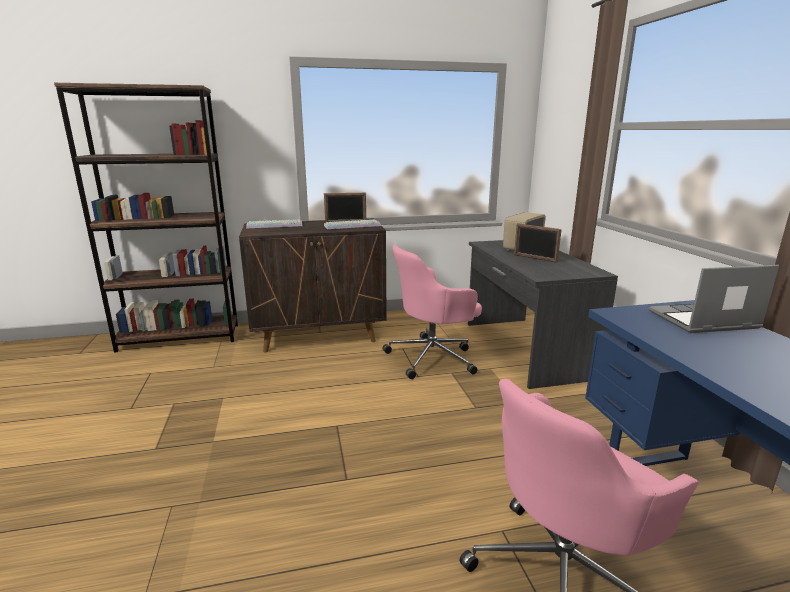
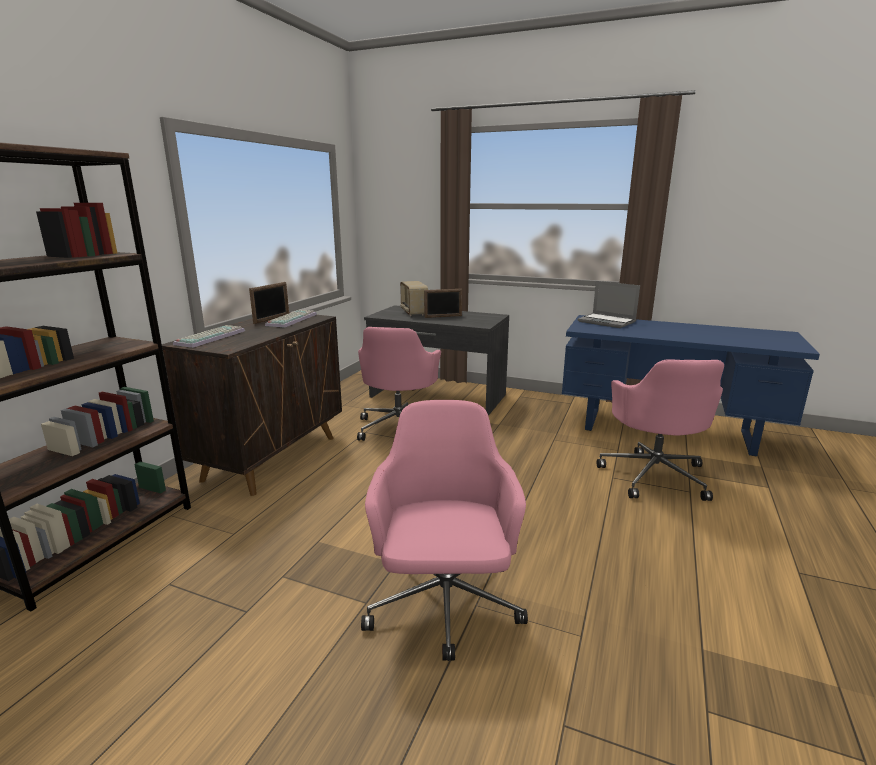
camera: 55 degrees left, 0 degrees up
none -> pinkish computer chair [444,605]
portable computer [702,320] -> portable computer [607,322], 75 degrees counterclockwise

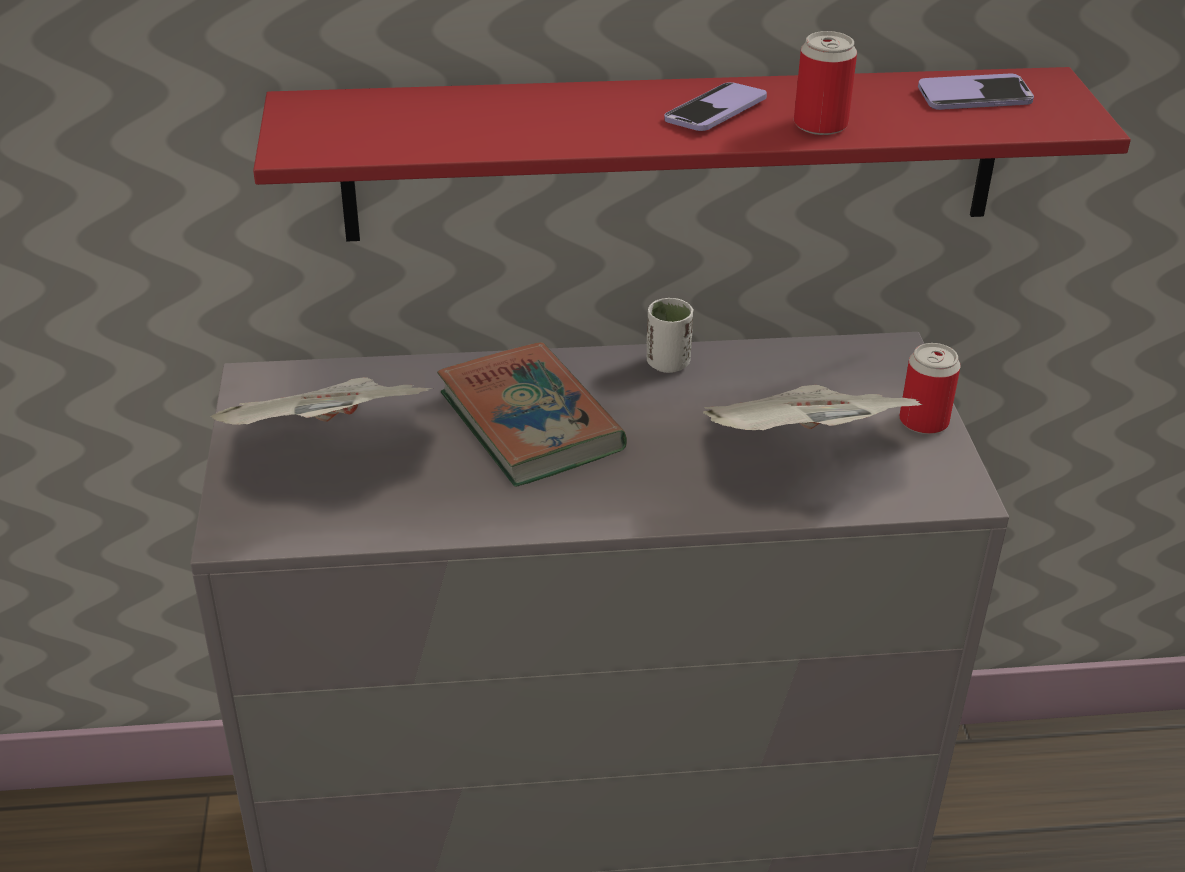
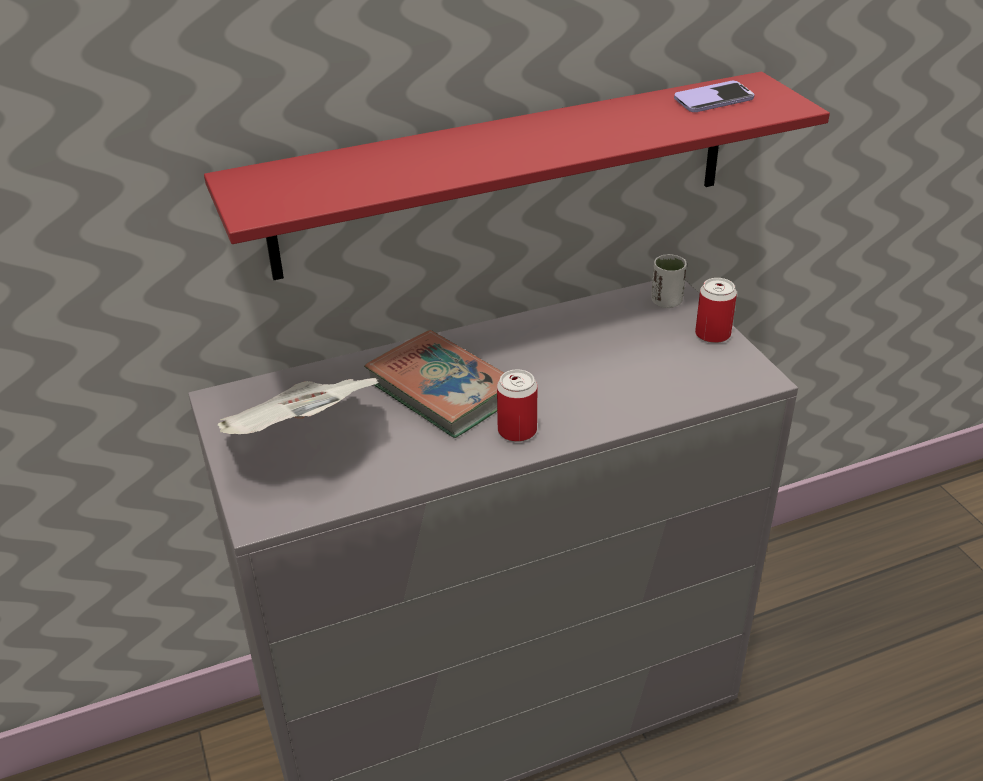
camera: 15 degrees left, 0 degrees up
phone [715,110] -> none
daily paper [802,453] -> none
whitish cup [667,363] -> whitish cup [666,301], relocated
can [820,125] -> can [517,431], relocated

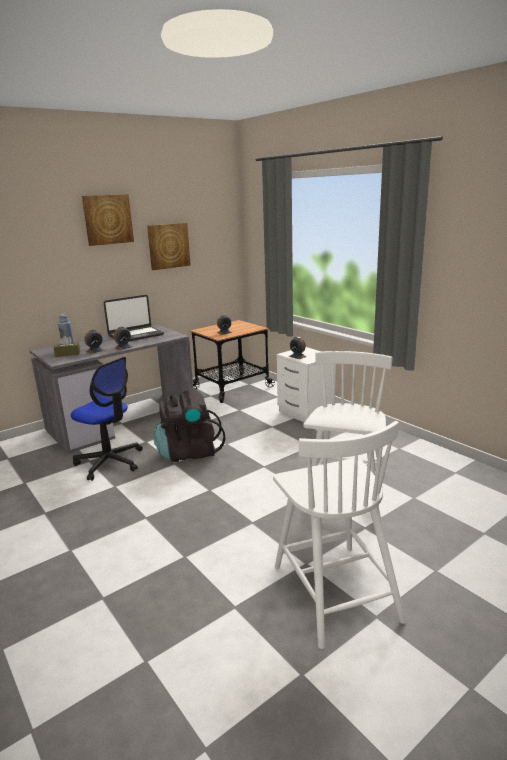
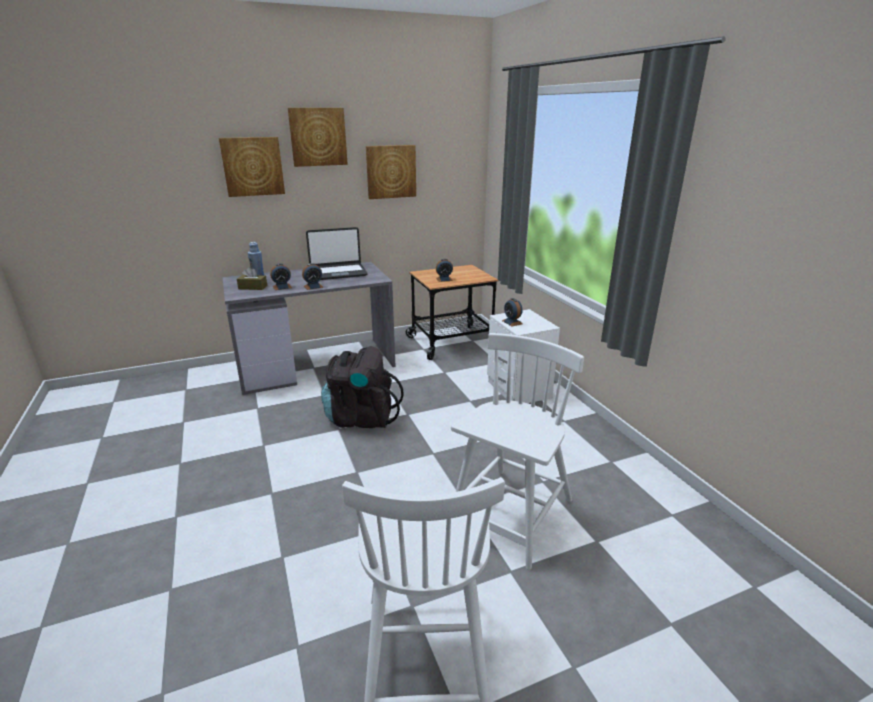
camera: 15 degrees right, 5 degrees up
computer chair [110,462] -> none
none -> wall art [252,166]

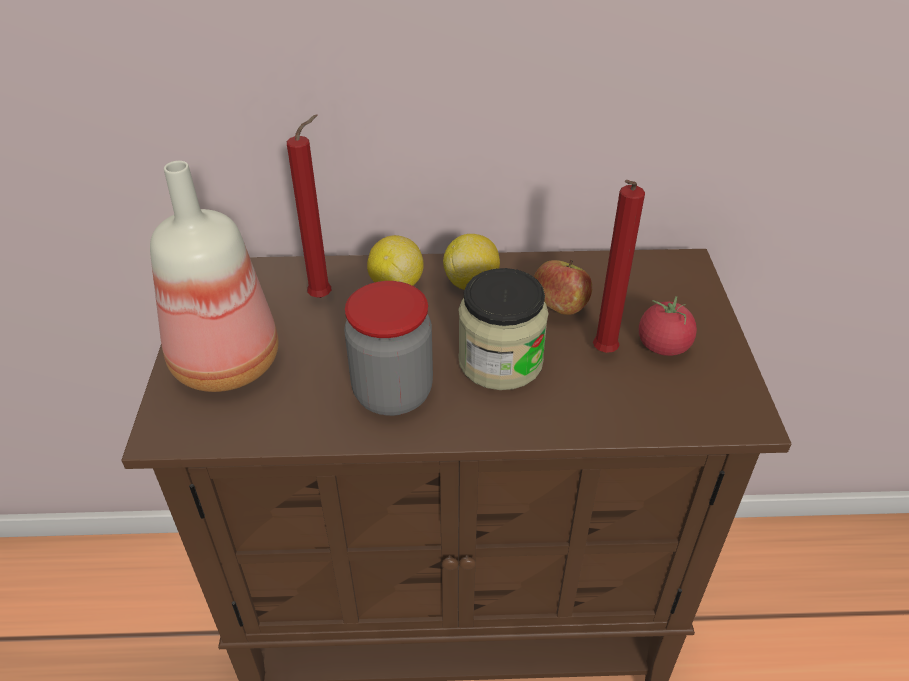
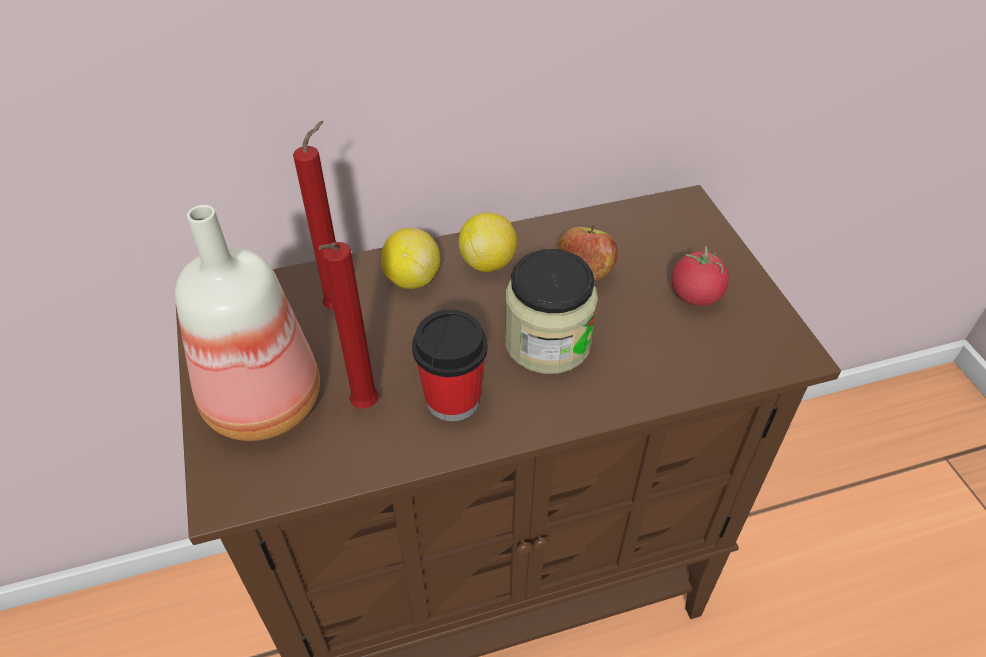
camera: 15 degrees left, 5 degrees up
reddish wax light [602,354] -> reddish wax light [363,408], relocated
jar [393,393] -> cup [453,399]

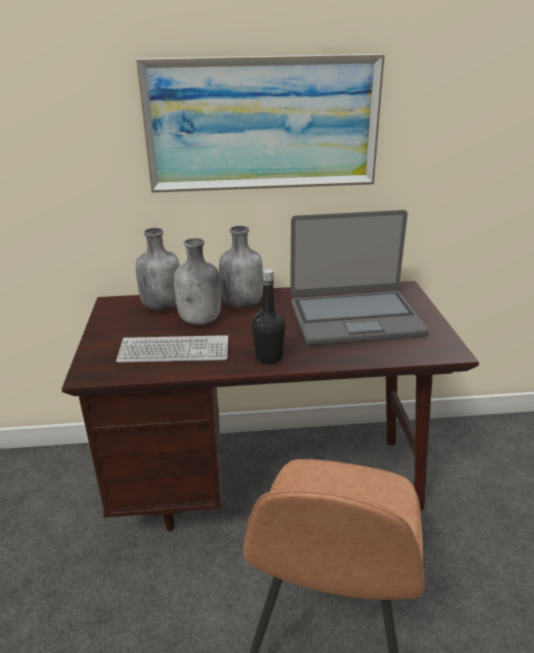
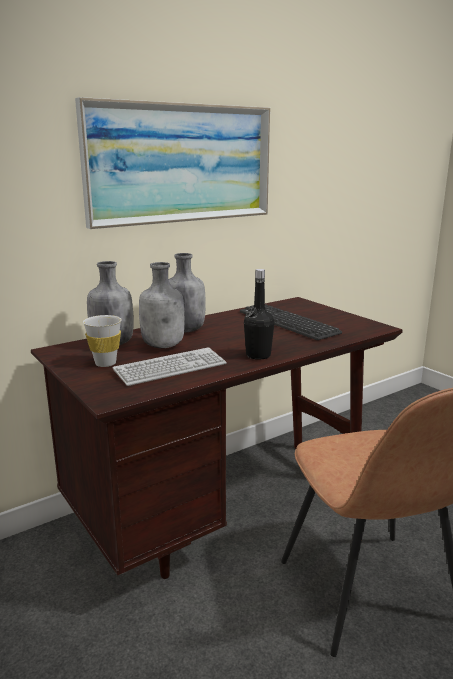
camera: 30 degrees left, 10 degrees down
none -> whitish cup [105,363]
portable computer [354,318] -> computer keyboard [287,322]

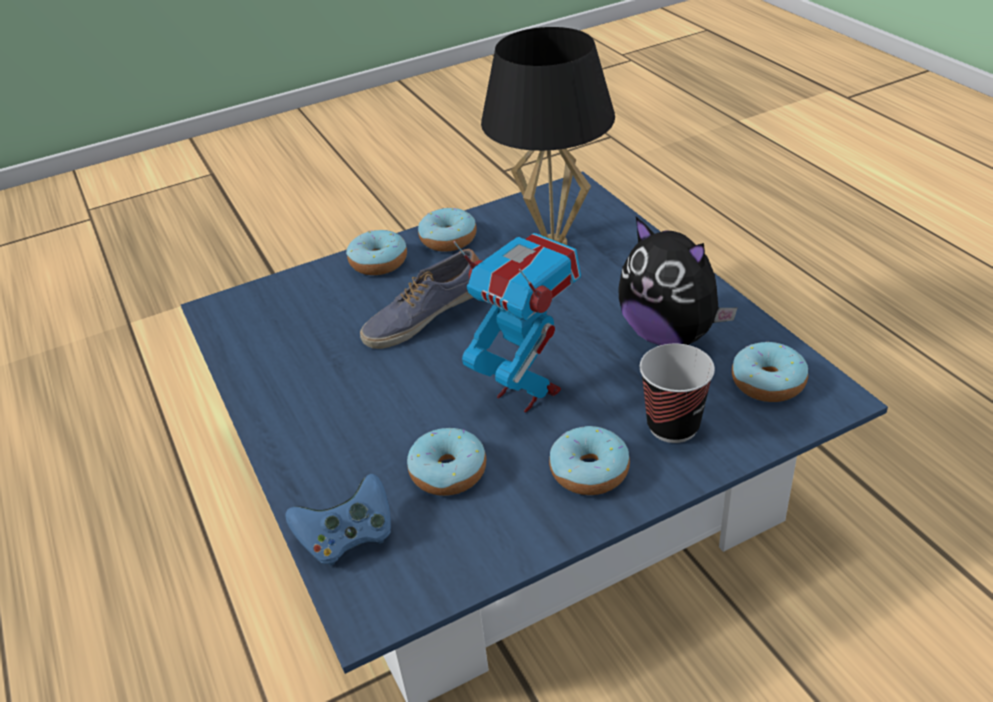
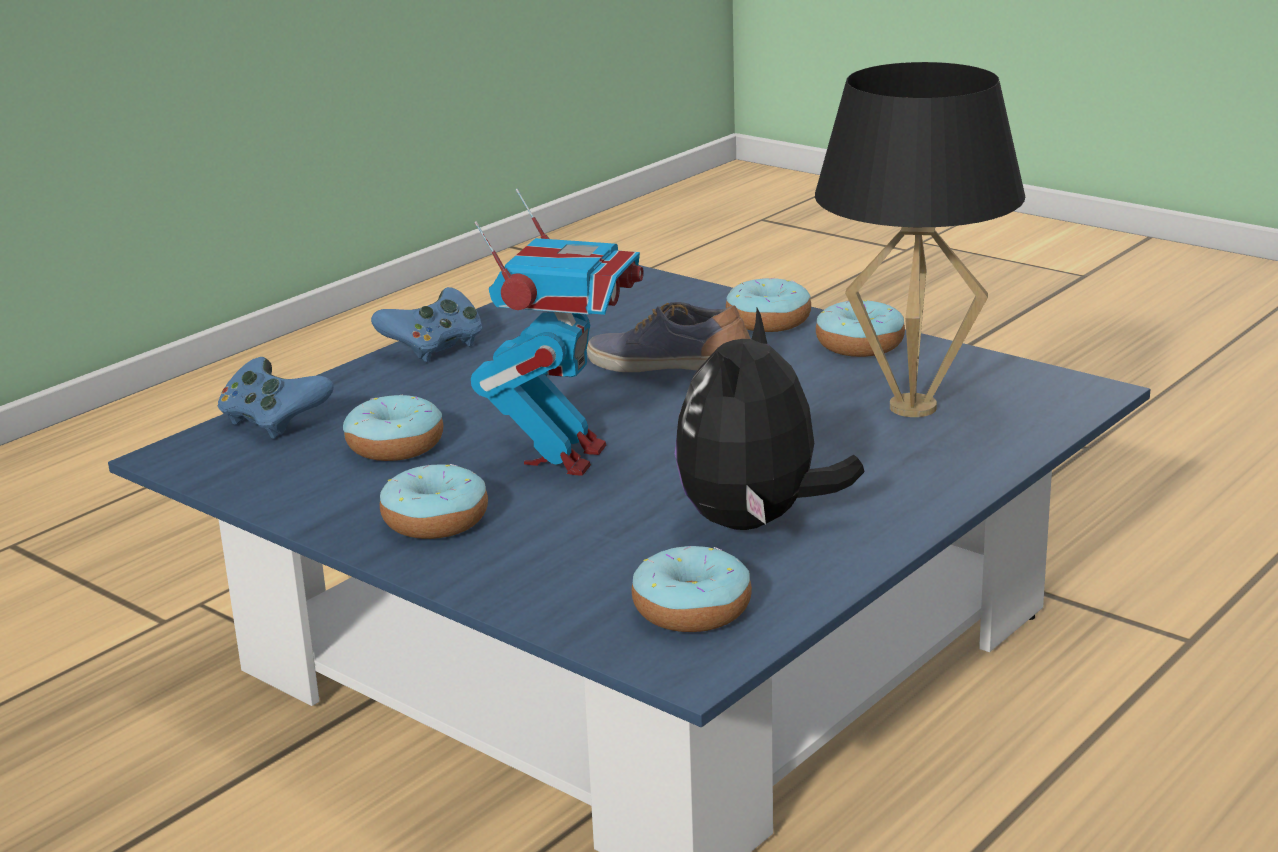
camera: 65 degrees right, 15 degrees down
cup [673,426] -> none
none -> blue joypad [434,348]

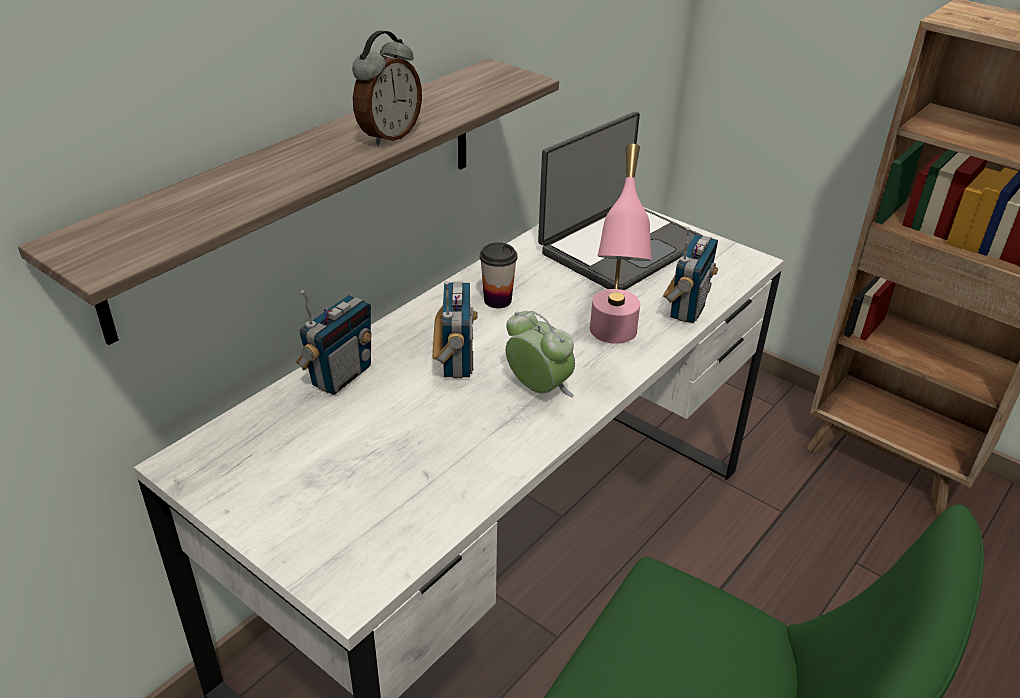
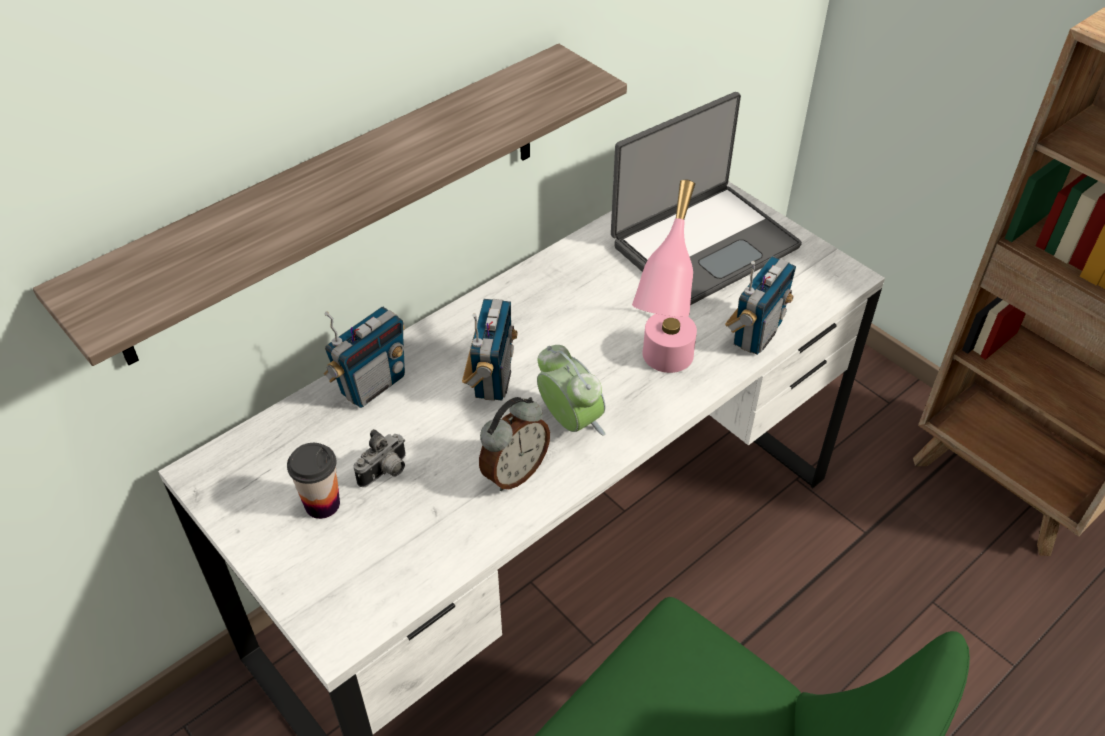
camera: 10 degrees right, 10 degrees up
none -> still camera [386,472]
bedside clock [388,136] -> bedside clock [514,472], relocated
cup [497,300] -> cup [322,504], relocated

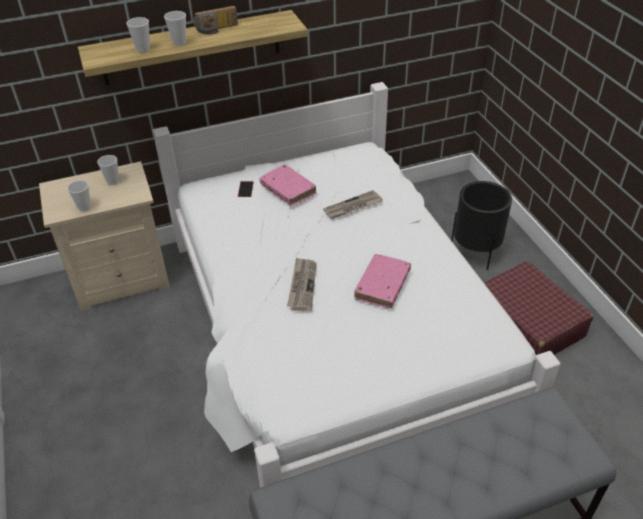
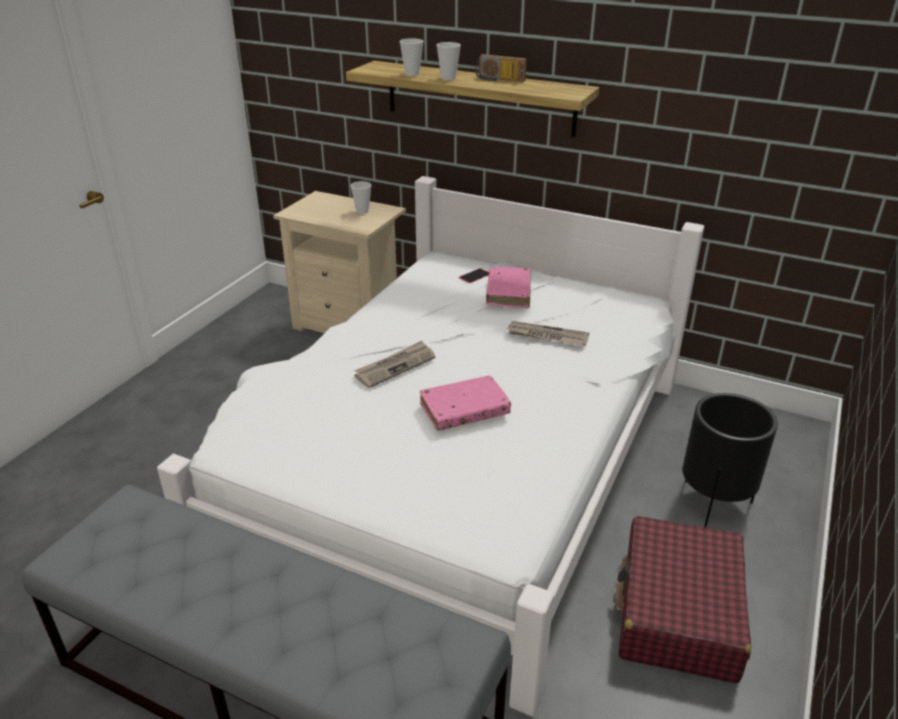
camera: 45 degrees right, 10 degrees down
cup [84,208] -> none

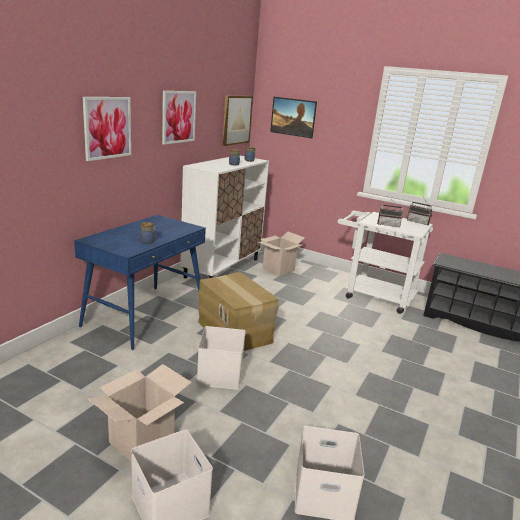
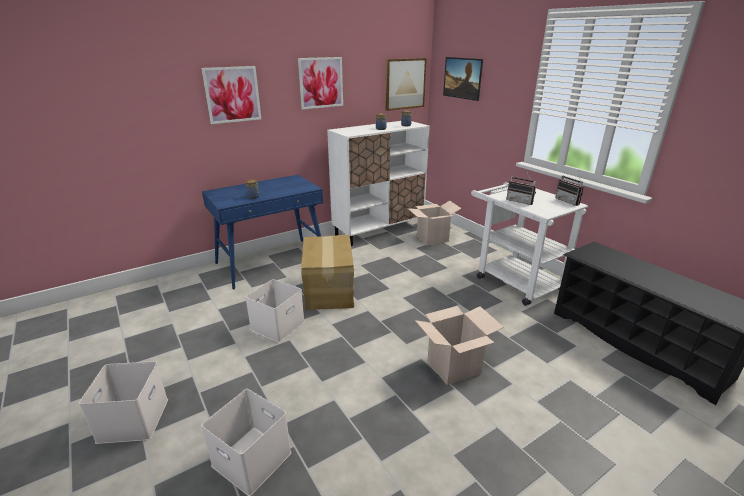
camera: 30 degrees right, 5 degrees up
cardboard box [141,441] -> cardboard box [453,367], relocated

